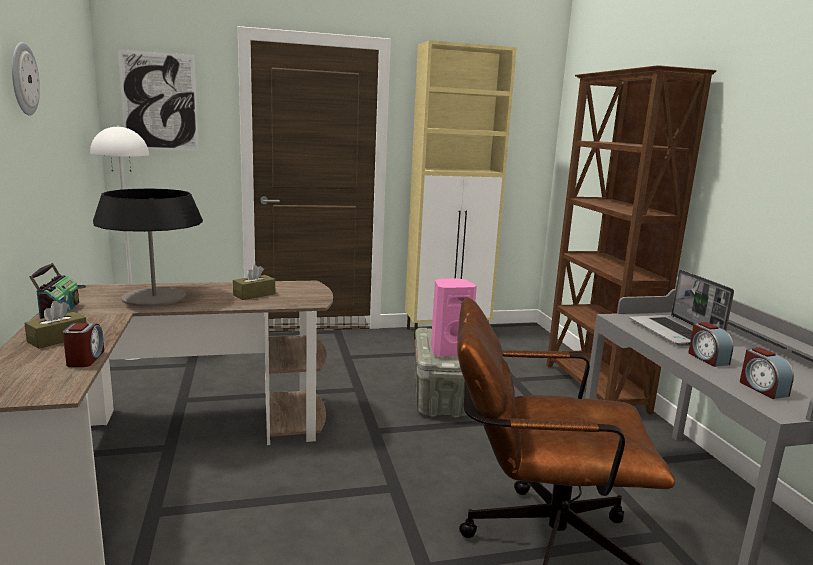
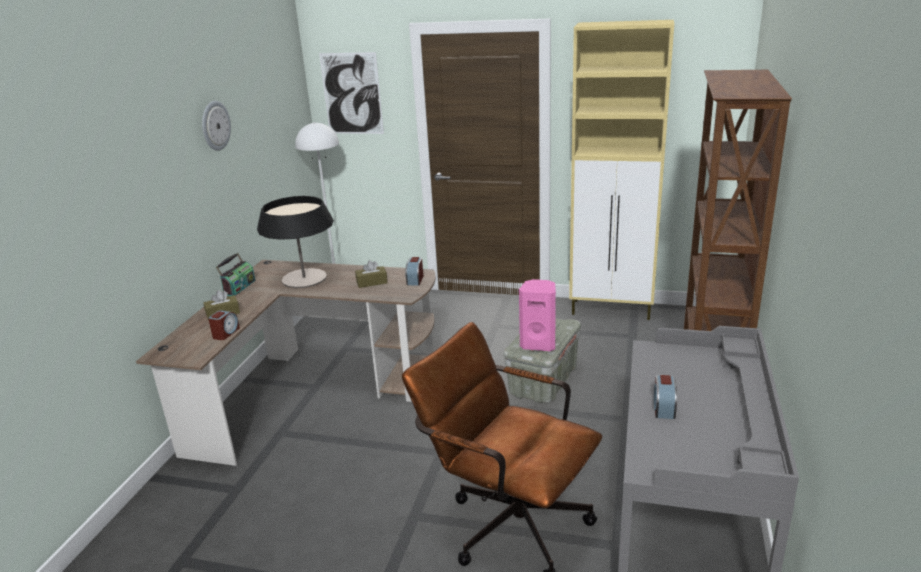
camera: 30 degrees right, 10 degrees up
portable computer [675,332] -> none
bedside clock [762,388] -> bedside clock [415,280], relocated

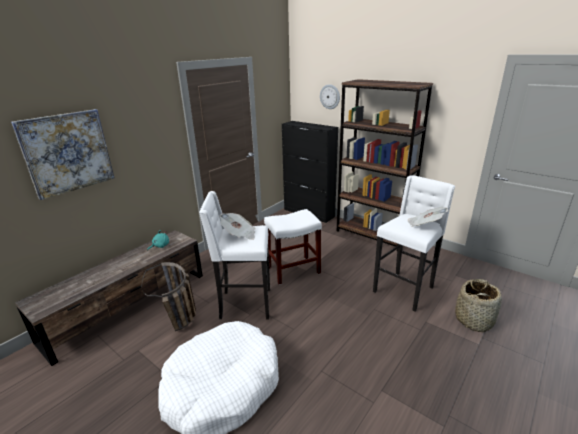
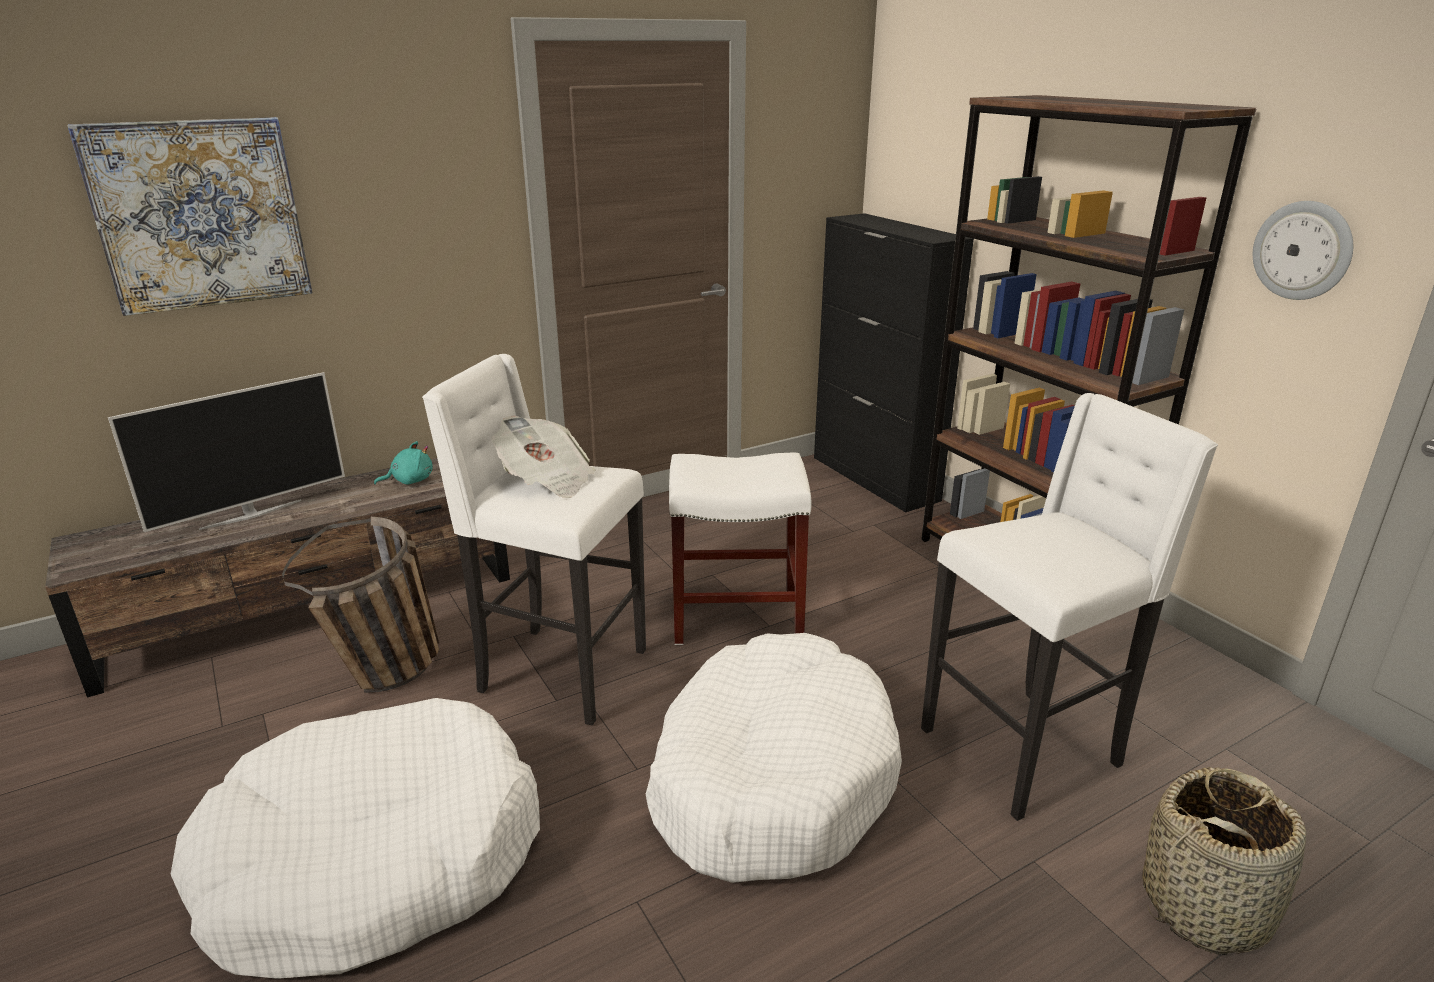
camera: 20 degrees right, 0 degrees up
daily paper [424,225] -> none
none -> television [251,514]
none -> whitish dog cushion [771,777]
wall clock [330,96] -> wall clock [1302,250], relocated

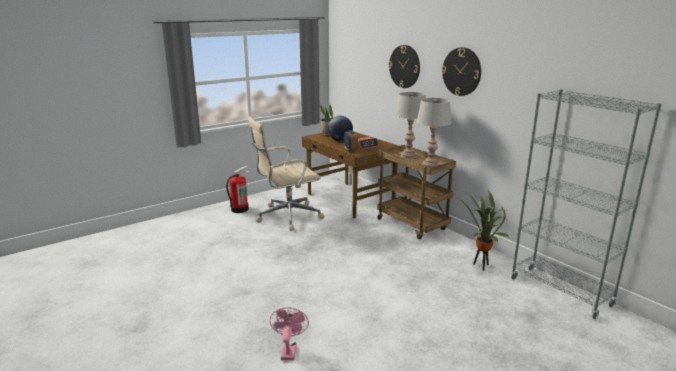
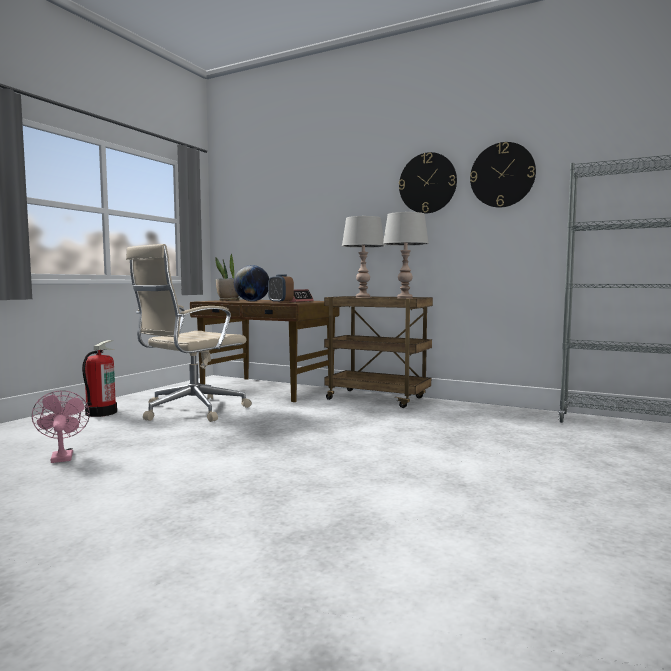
camera: 25 degrees left, 15 degrees down
plant in a pot [481,267] -> none
pinkish electric fan [289,350] -> pinkish electric fan [62,456], relocated
wall clock [404,66] -> wall clock [502,175], relocated

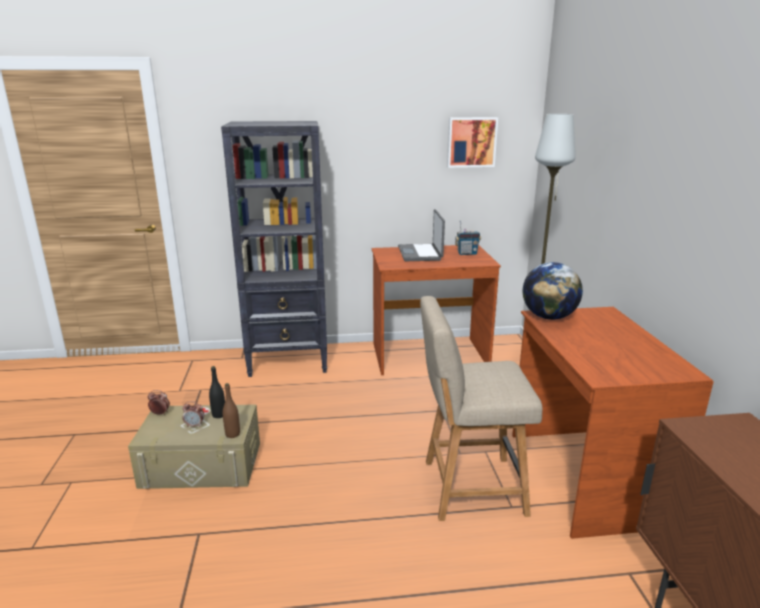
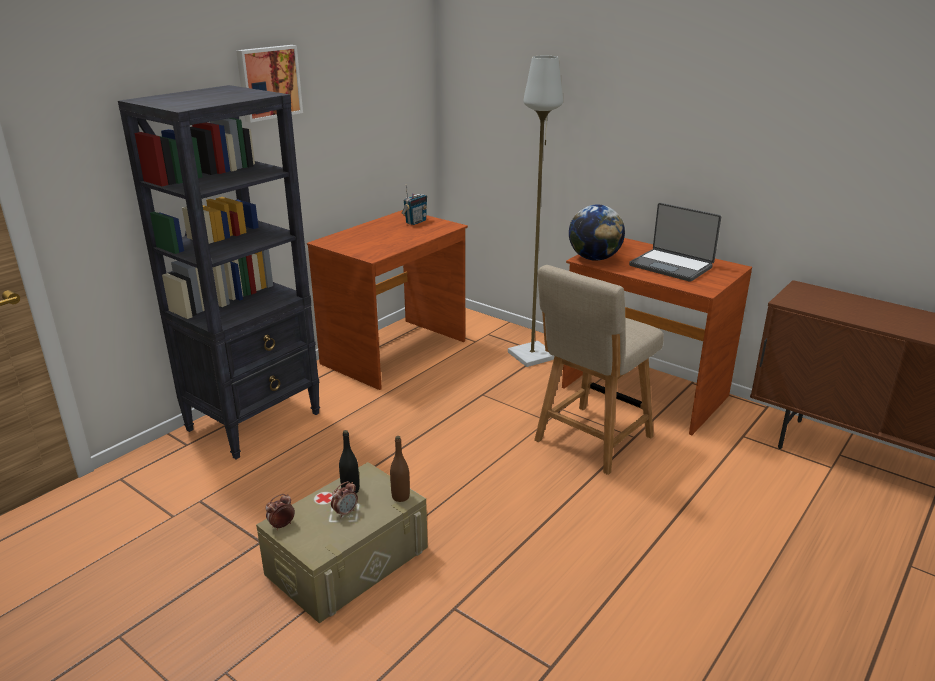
camera: 45 degrees left, 5 degrees up
portable computer [421,254] -> portable computer [671,266], relocated
wall art [471,142] -> wall art [268,82], relocated

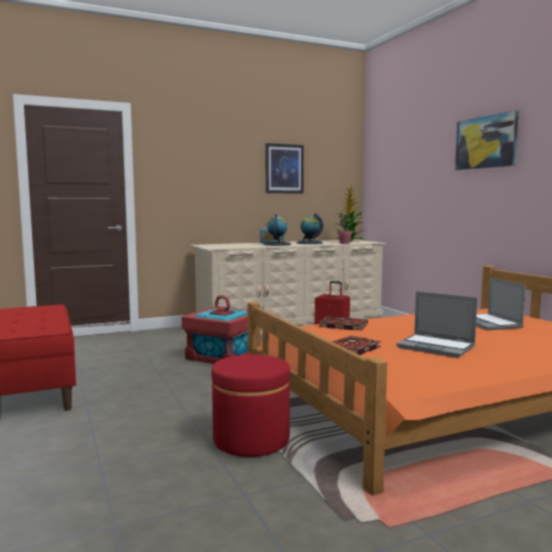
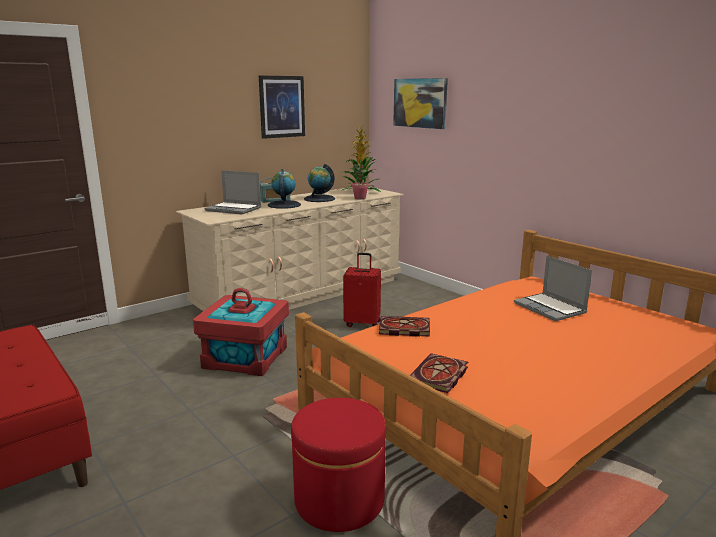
camera: 15 degrees left, 10 degrees up
portable computer [437,347] -> portable computer [234,209], relocated
wall art [486,142] -> wall art [420,103], relocated

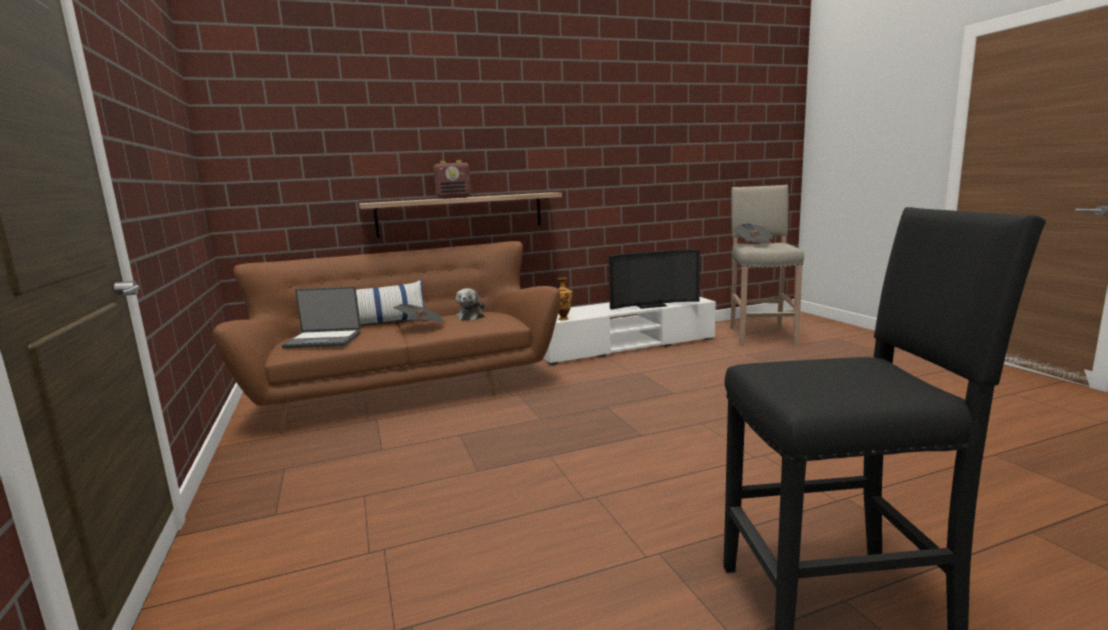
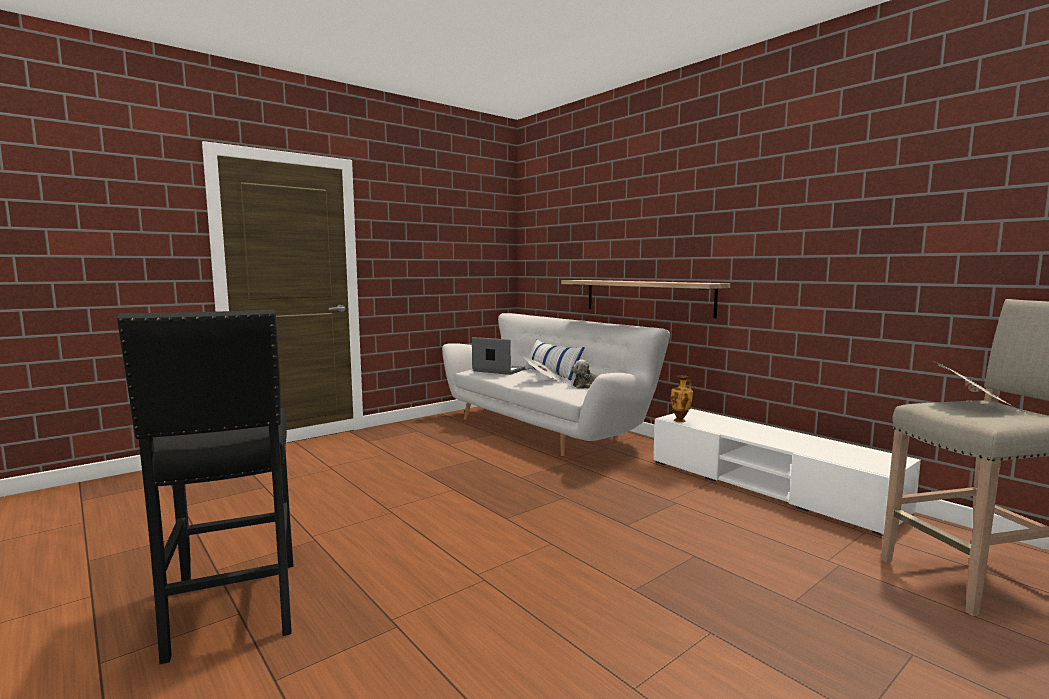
camera: 70 degrees right, 5 degrees down
radio receiver [454,198] -> none
television [650,305] -> none
brownish couch [406,390] -> whitish couch [549,430]
portable computer [323,340] -> portable computer [498,370], 135 degrees clockwise

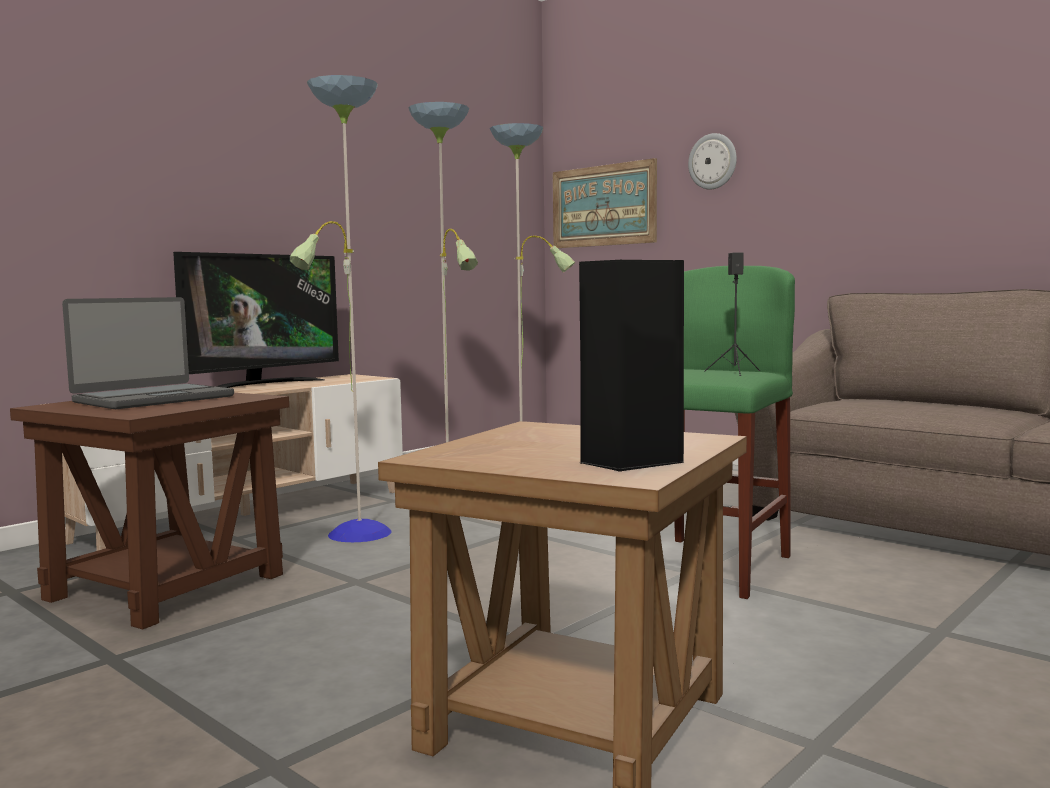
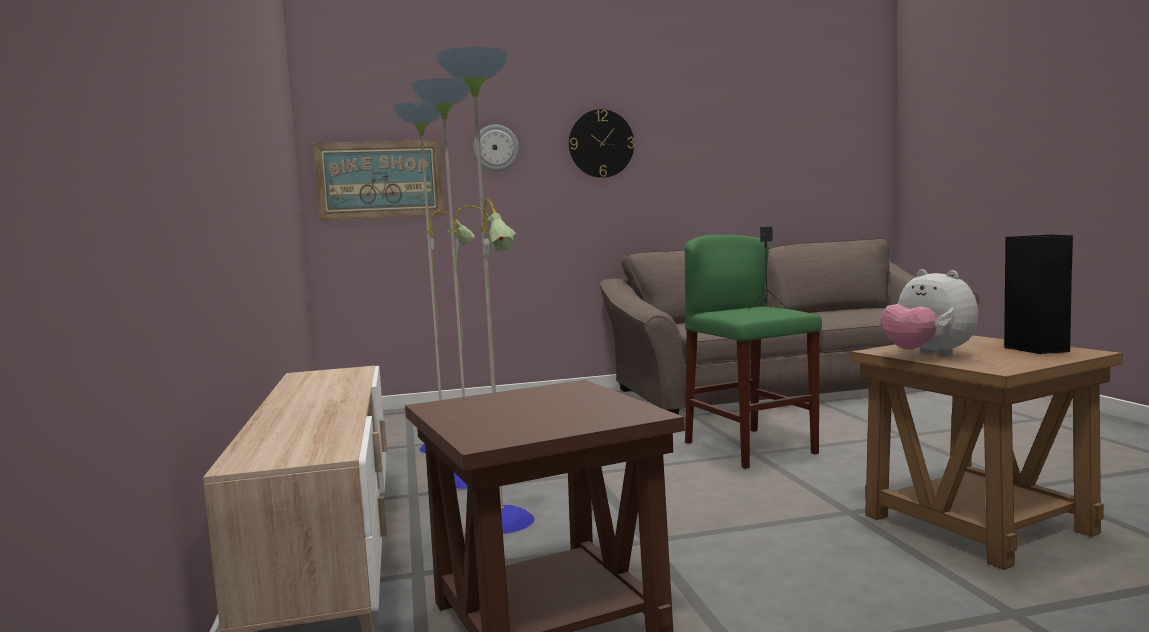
camera: 55 degrees left, 0 degrees up
portable computer [153,399] -> none
television [262,384] -> none
none -> wall clock [601,143]
none -> soft toy [927,356]

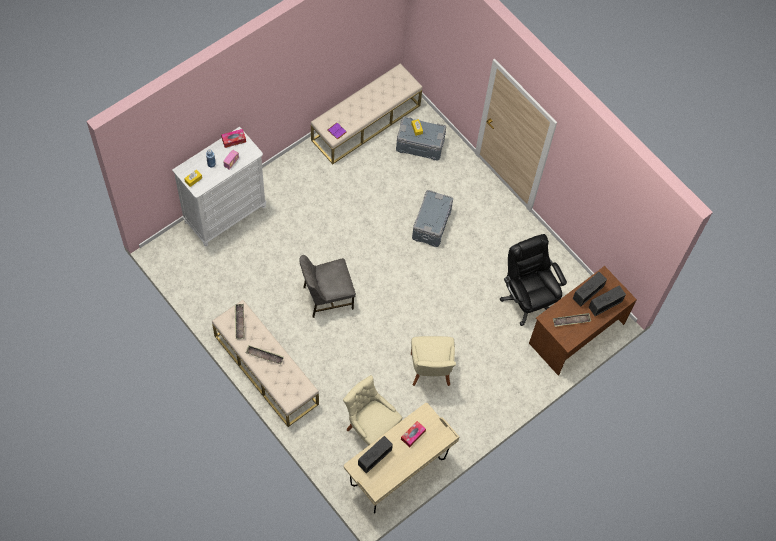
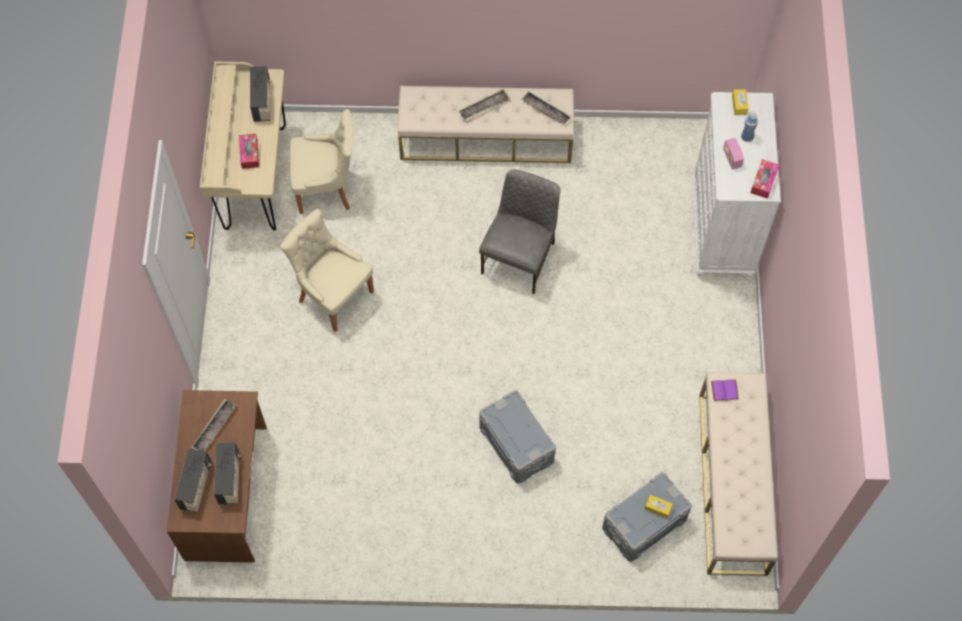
camera: 135 degrees right, 0 degrees up
black-coloured computer chair [528,298] -> none

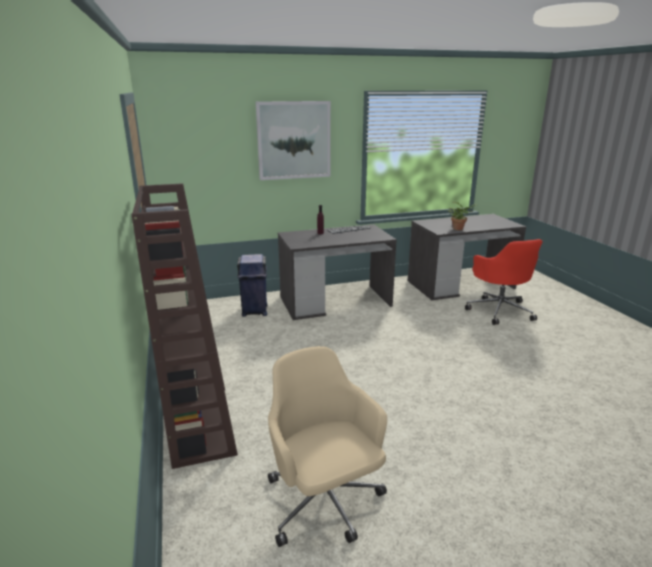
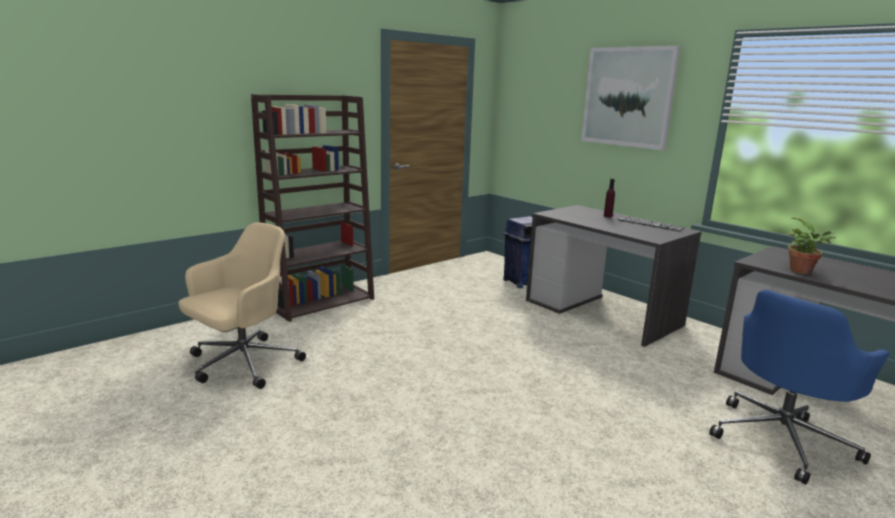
camera: 65 degrees right, 5 degrees down
reddish computer chair [499,310] -> blue computer chair [782,439]

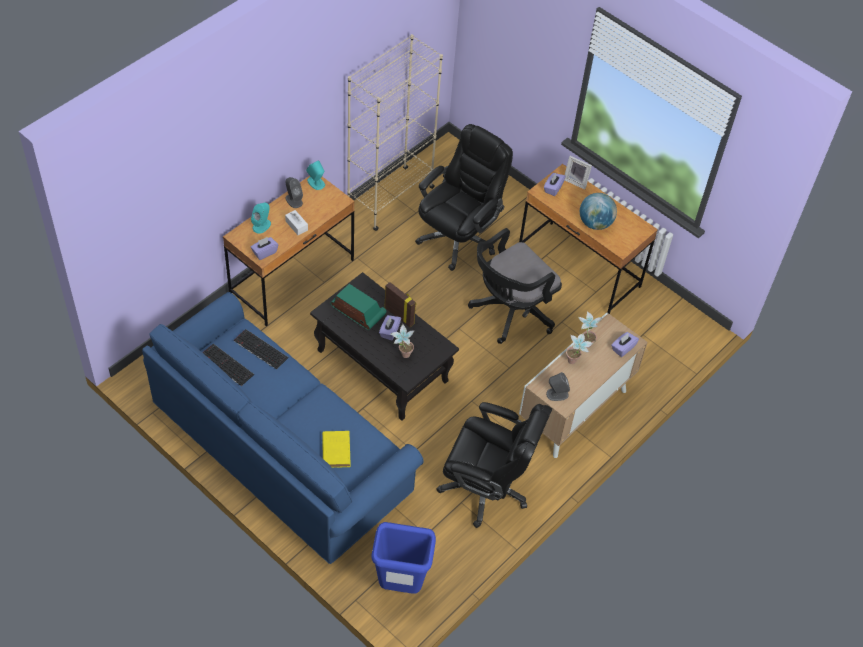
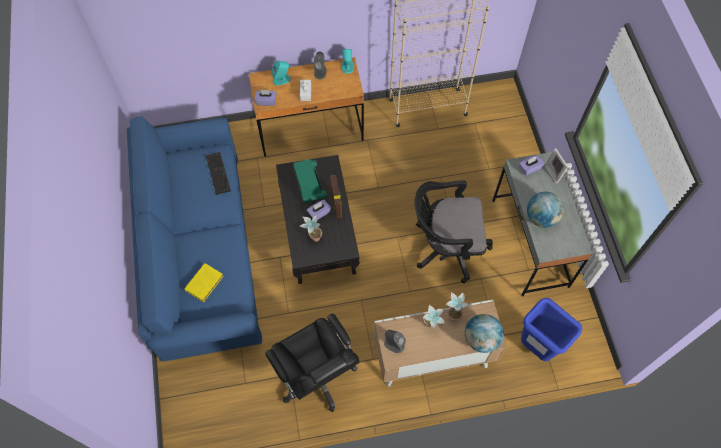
camera: 40 degrees right, 10 degrees up
computer keyboard [226,365] -> none
black-coloured computer chair [458,237] -> none
blue waste bin [400,584] -> blue waste bin [536,347], relocated
purple tissue holder [623,348] -> globe [481,339]
brownish desk [579,269] -> greyish desk [529,243]

